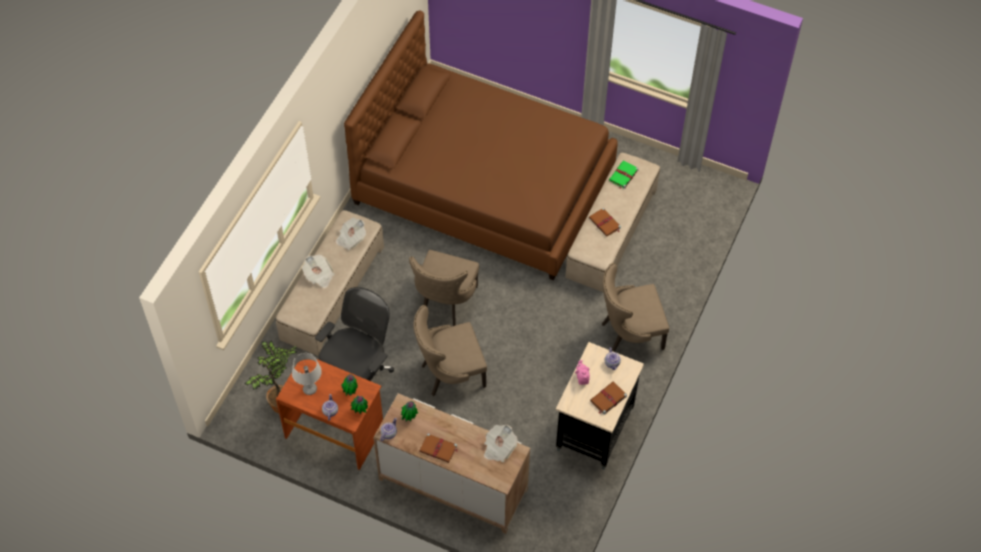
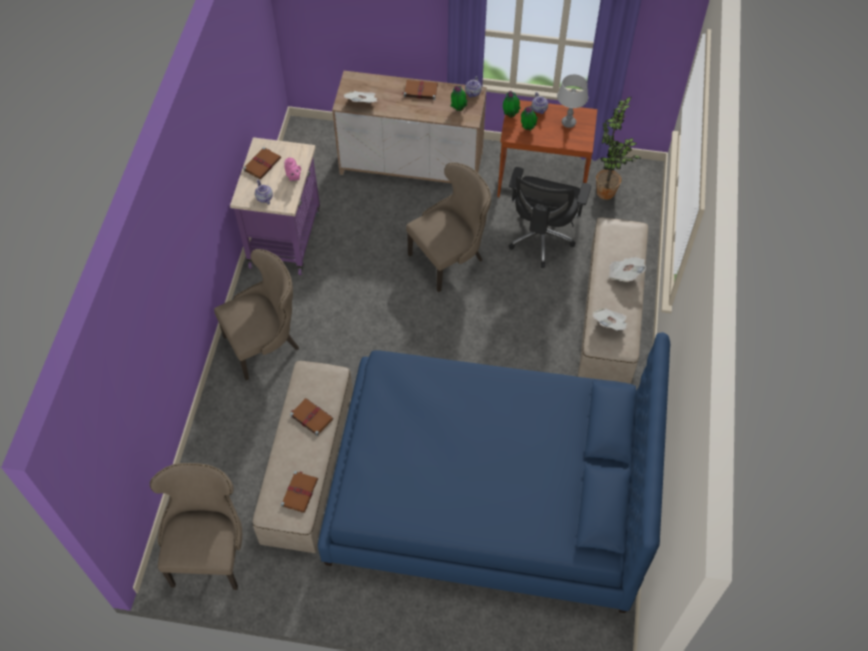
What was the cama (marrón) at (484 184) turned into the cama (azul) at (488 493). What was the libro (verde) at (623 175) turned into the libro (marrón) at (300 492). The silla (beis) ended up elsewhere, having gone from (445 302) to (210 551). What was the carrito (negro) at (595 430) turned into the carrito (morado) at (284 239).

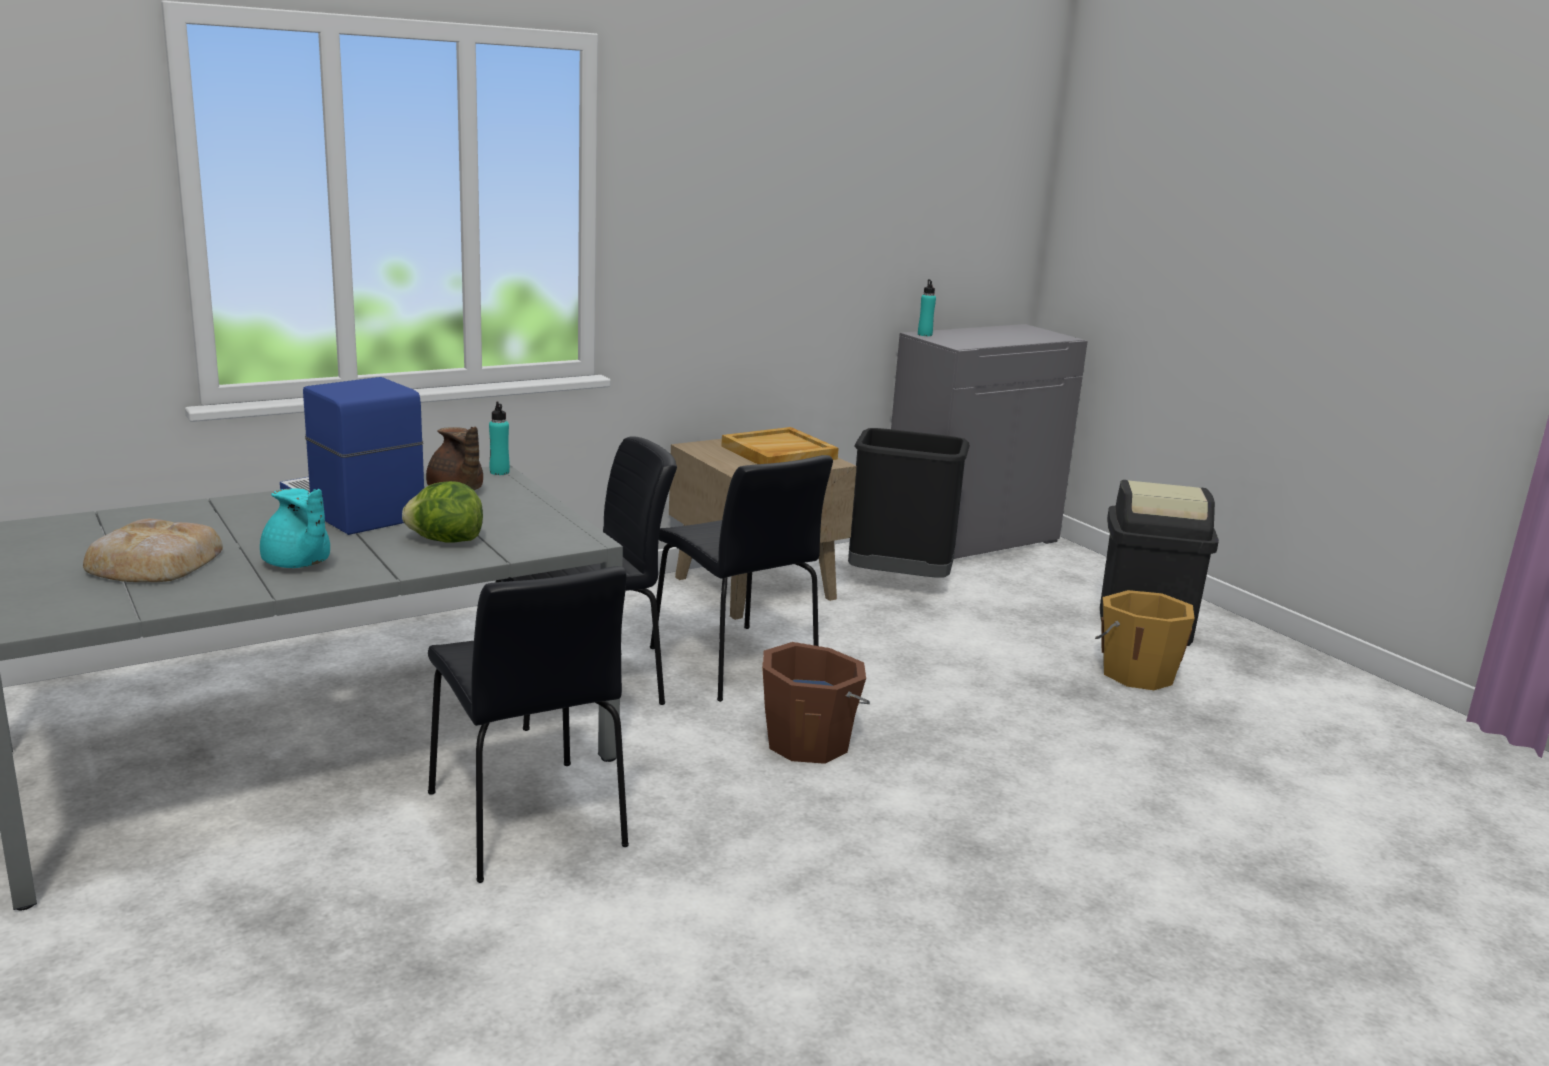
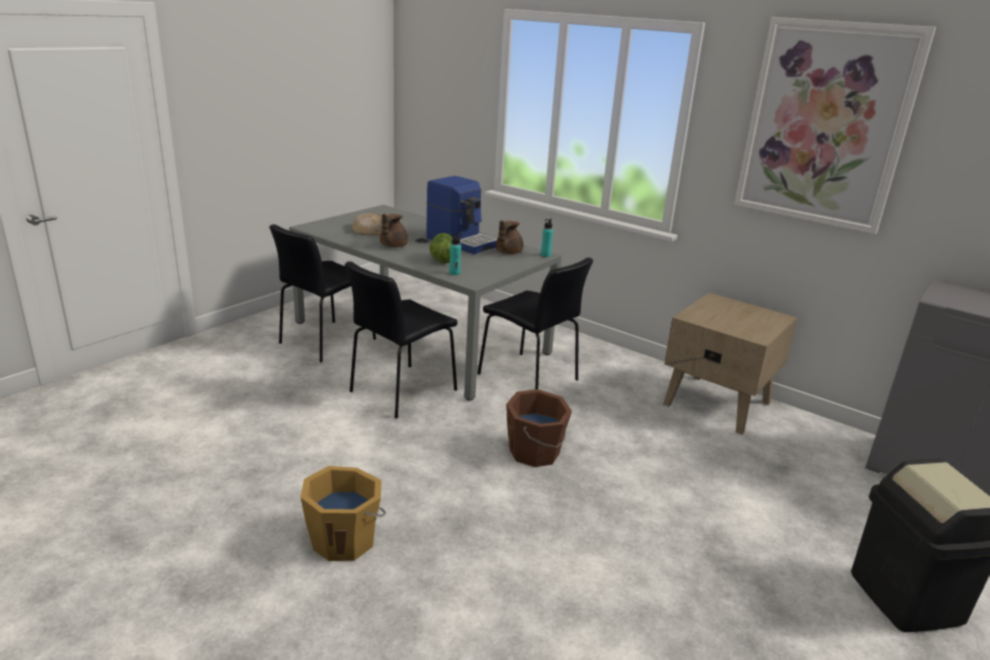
The botella (turquesa) ended up elsewhere, having gone from (924 334) to (454 273). The cafetera at (351 508) ended up facing another way, 105 degrees clockwise from before. The second view lost the bandeja (beis) at (778 453). The second view lost the papelera (negro) at (900 581). The silla (negro) ended up elsewhere, having gone from (737 665) to (325 342). What was the tetera (turquesa) at (298 564) turned into the tetera (marrón) at (392 246). The cubo (naranja) ended up elsewhere, having gone from (1136 673) to (345 539). The second view gained the cuadro at (825 124).

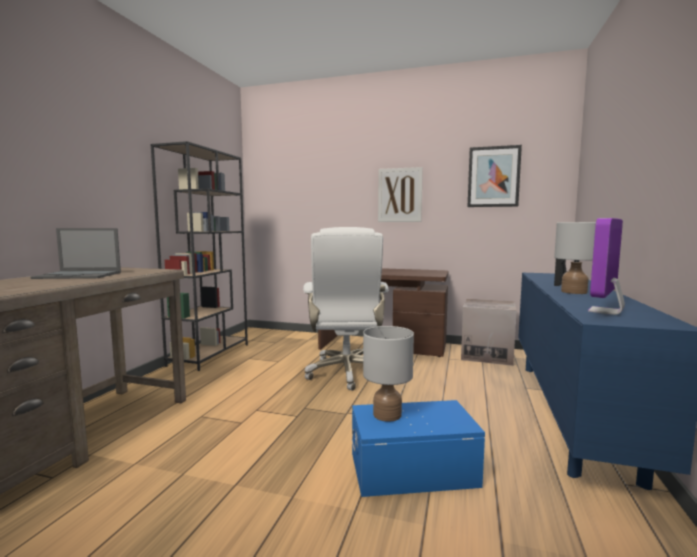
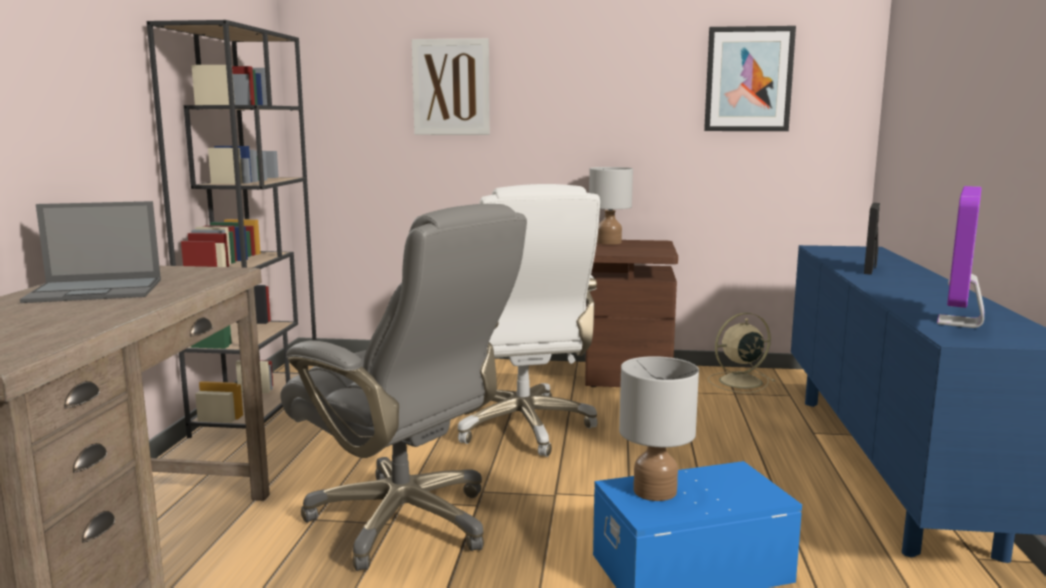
The cuadro ended up elsewhere, having gone from (400 195) to (451 87). The lámpara de mesa (gris) ended up elsewhere, having gone from (574 292) to (609 242). Where the caja de cartón stood at (487 355), the ventilador (beis) came to stand at (738 382). The second view gained the silla de oficina (gris) at (405 525).

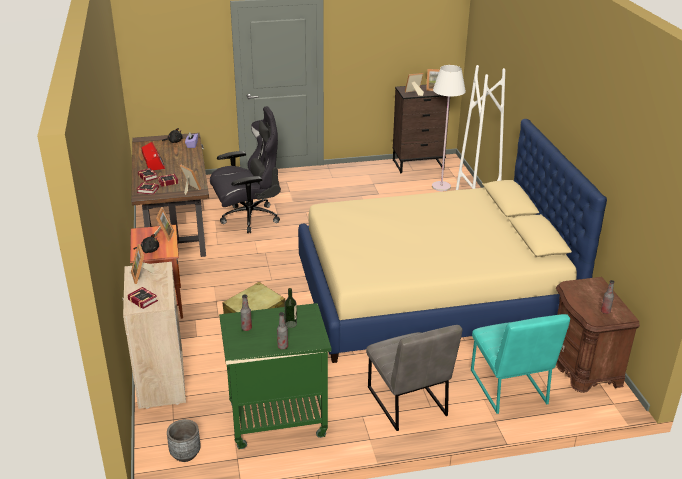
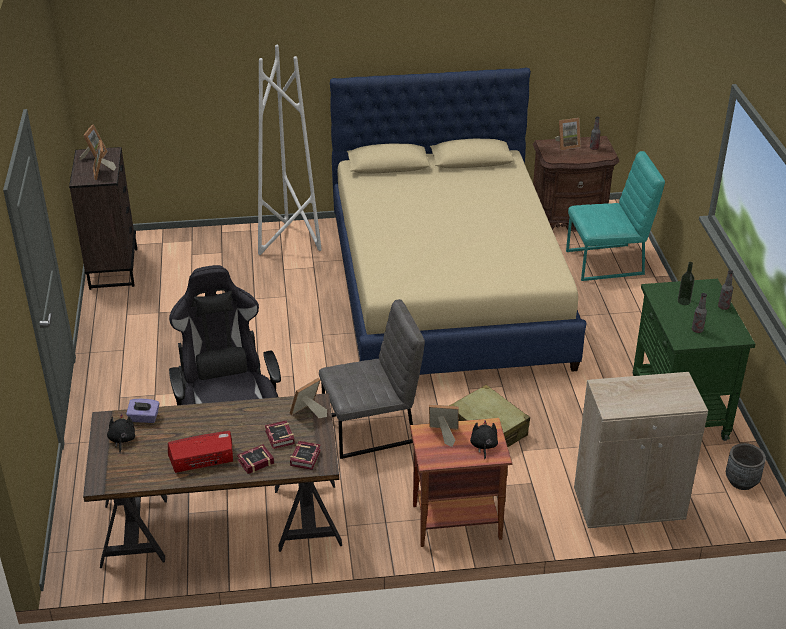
The second view lost the lámpara de pie (blanco) at (441 186). The portarretratos ended up elsewhere, having gone from (142 276) to (567 145). The second view lost the libro at (142 299). The silla (gris) ended up elsewhere, having gone from (407 403) to (371 429).

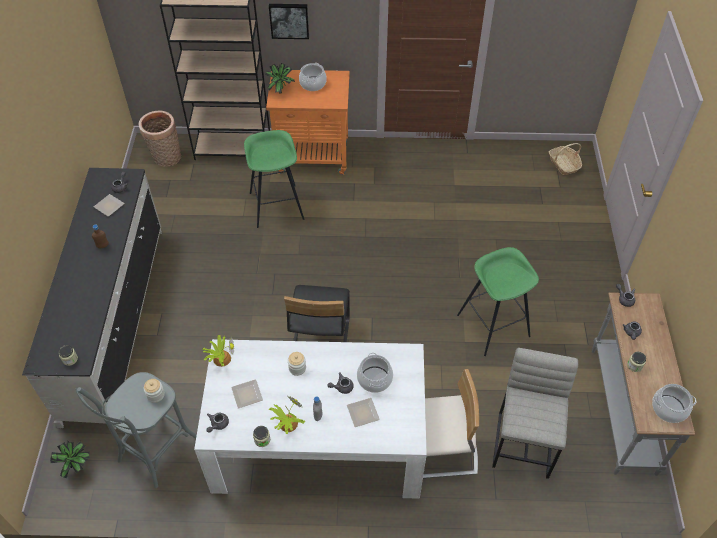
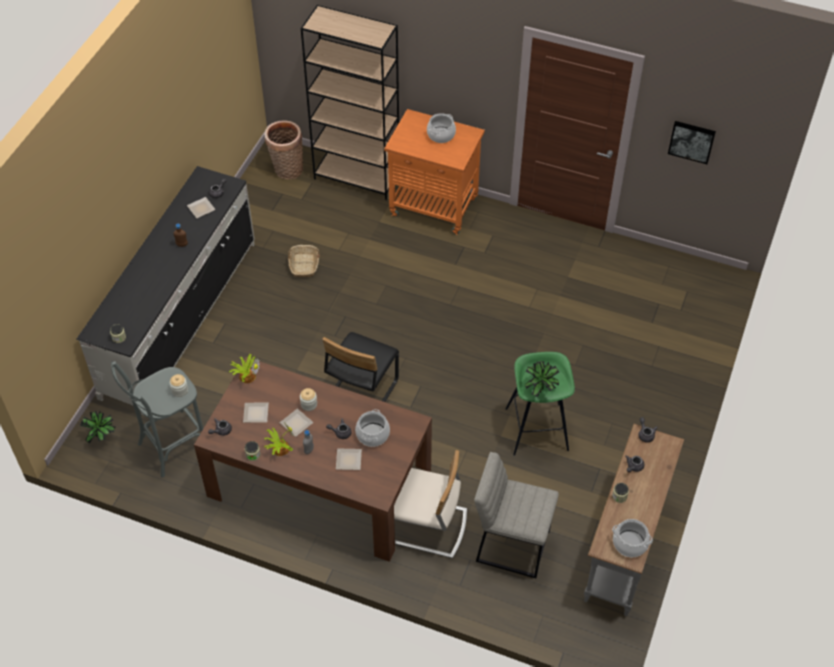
The cuadro ended up elsewhere, having gone from (289 20) to (692 141). The planta en maceta ended up elsewhere, having gone from (280 91) to (540 389). The second view lost the taburete (verde) at (277 205). The cesta ended up elsewhere, having gone from (563 164) to (304 265). What was the mesa de comedor (blanco) at (317 441) turned into the mesa de comedor (marrón) at (319 483). The silla (gris) at (523 442) ended up facing another way, 105 degrees counterclockwise from before. The second view gained the plato at (295 423).

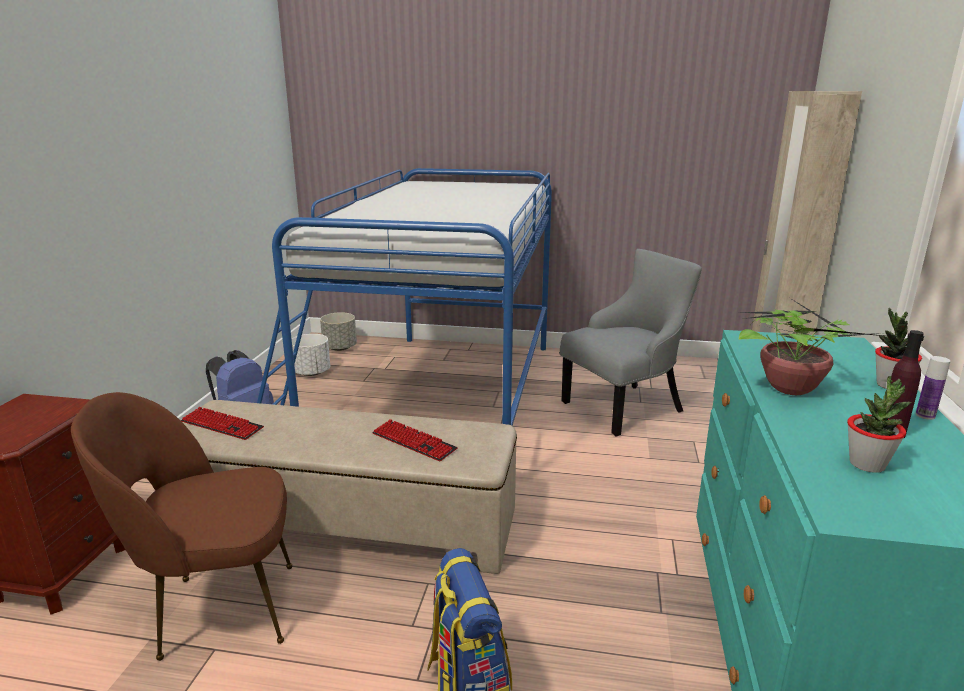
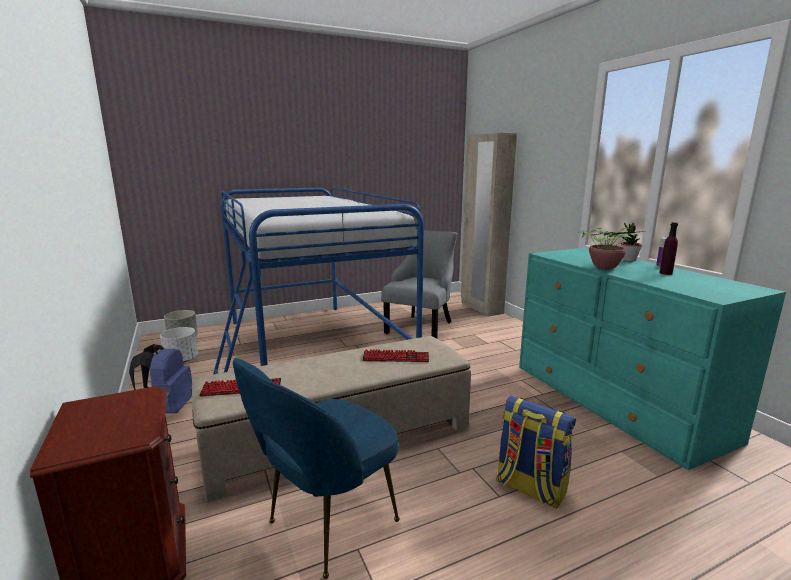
The second view lost the planta en maceta at (867 464). What was the silla (marrón) at (216 611) turned into the silla (azul) at (325 527).

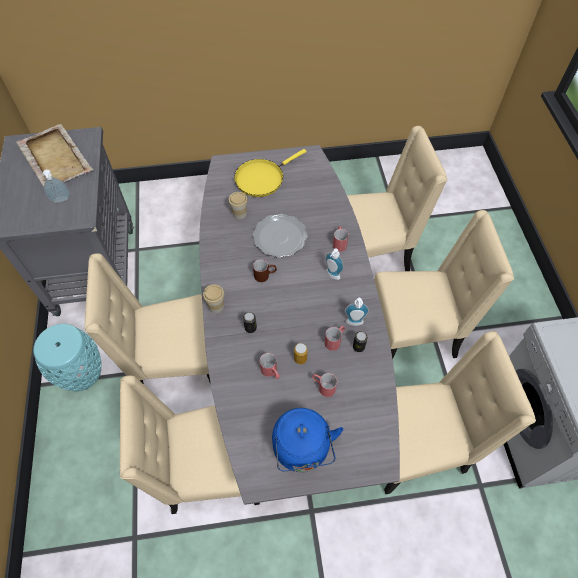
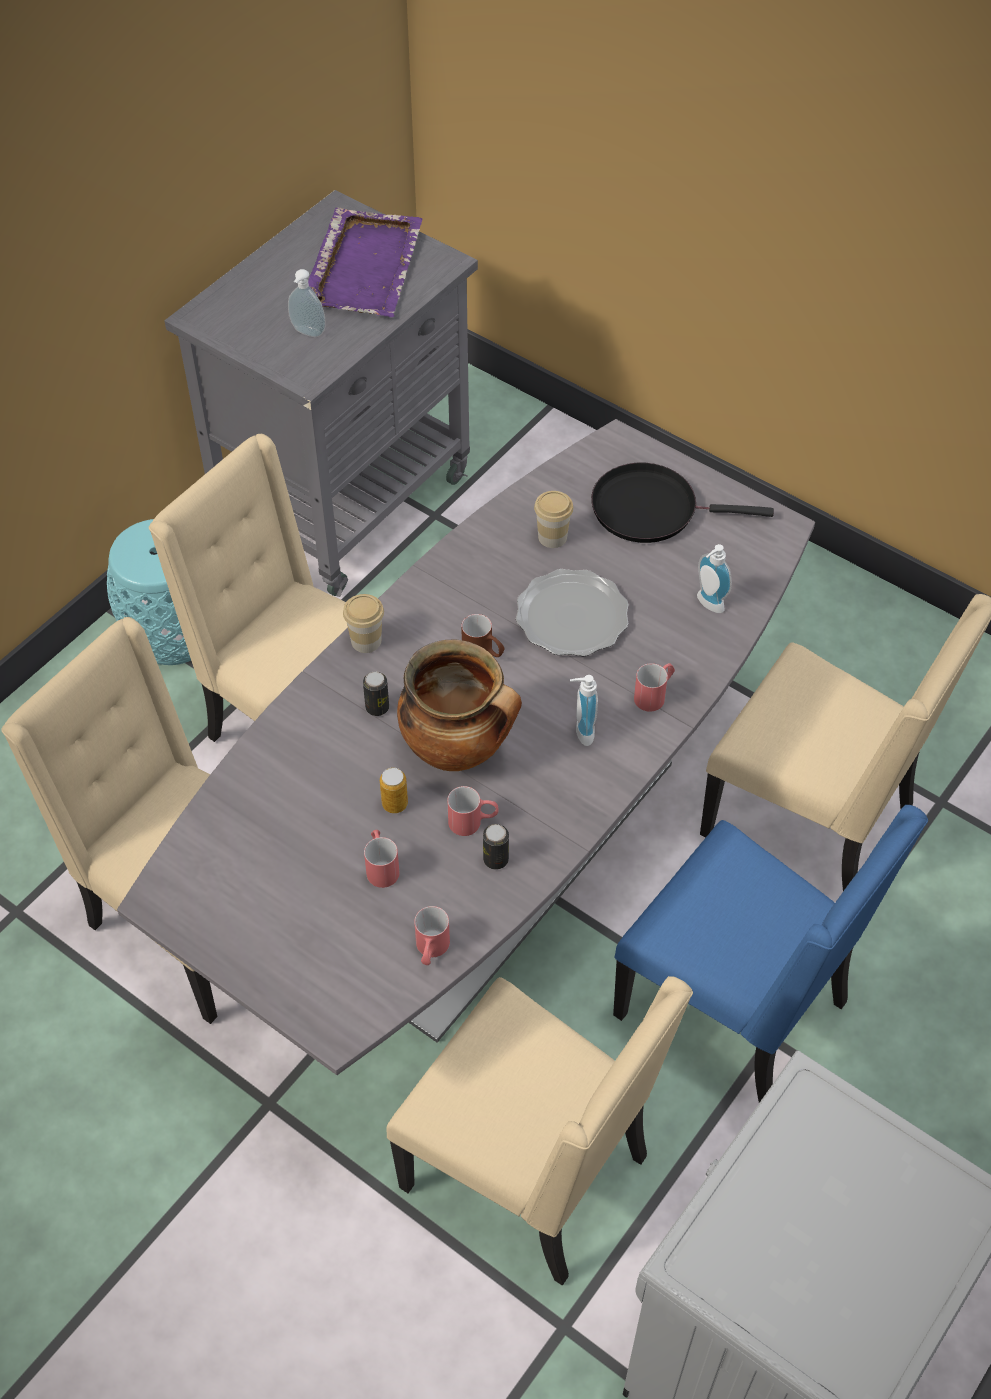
What was the bandeja (beis) at (55 158) turned into the bandeja (morado) at (364 266). What was the sartén (amarillo) at (262 178) turned into the sartén (negro) at (651 509). What was the silla (beis) at (414 334) turned into the silla (azul) at (737 1009). The dispensador de jabón ended up elsewhere, having gone from (354 323) to (707 605). The taza grande (rojo) ended up elsewhere, having gone from (271 372) to (431 950). The second view lost the hervidor (azul) at (302 450). The second view gained the olla at (459 749).

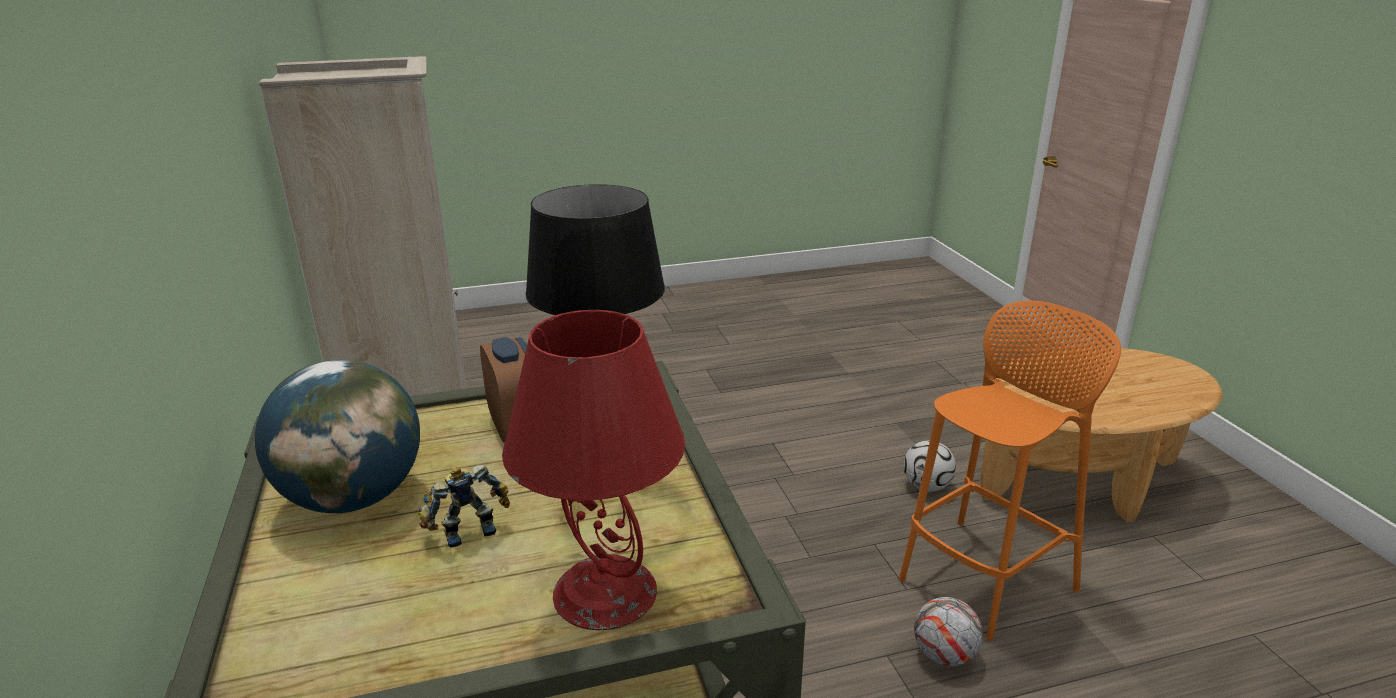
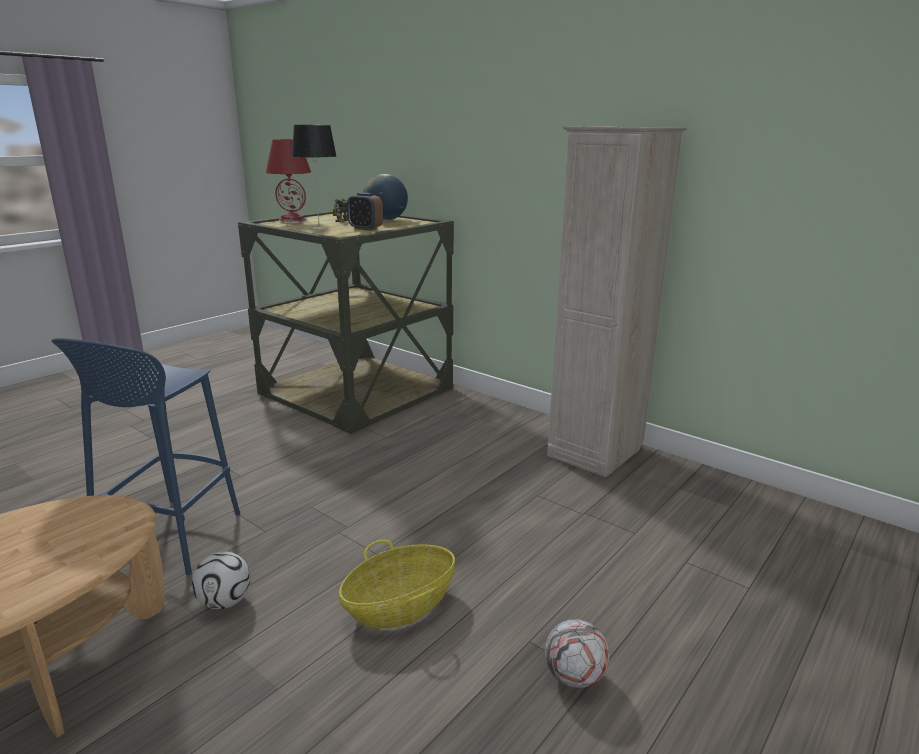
What was the taburete (naranja) at (984 579) turned into the taburete (azul) at (171 536). The balón de fútbol ended up elsewhere, having gone from (943 655) to (574 677). The second view gained the cesta at (400 606).

